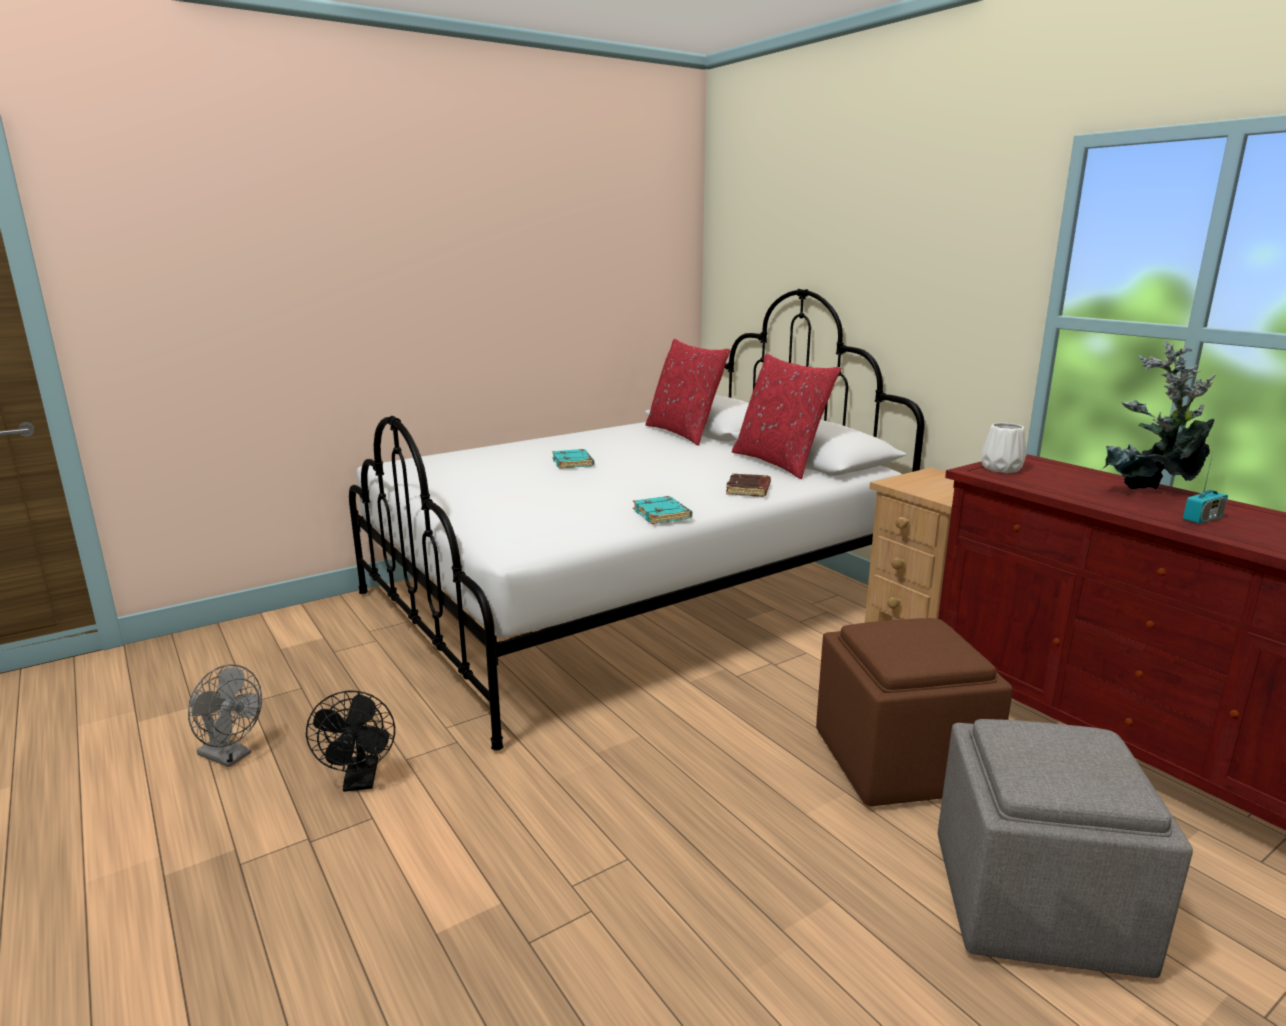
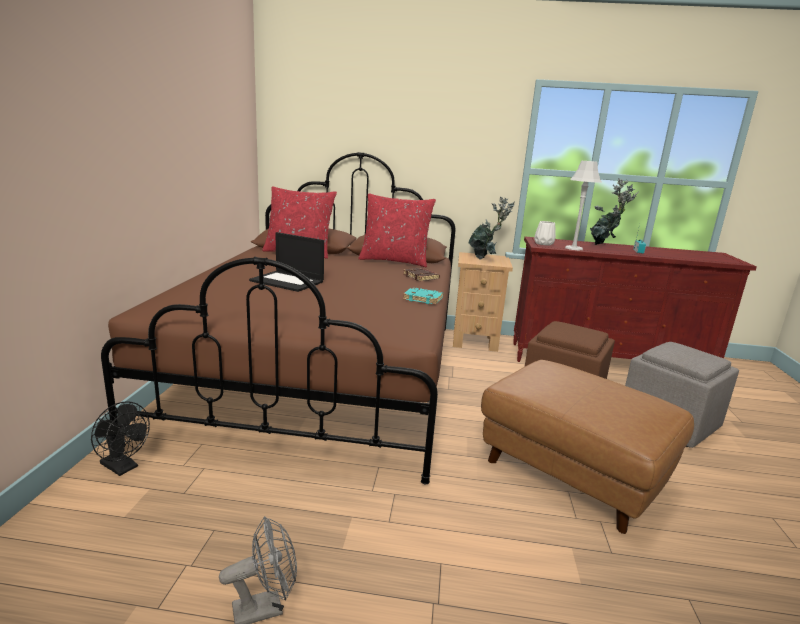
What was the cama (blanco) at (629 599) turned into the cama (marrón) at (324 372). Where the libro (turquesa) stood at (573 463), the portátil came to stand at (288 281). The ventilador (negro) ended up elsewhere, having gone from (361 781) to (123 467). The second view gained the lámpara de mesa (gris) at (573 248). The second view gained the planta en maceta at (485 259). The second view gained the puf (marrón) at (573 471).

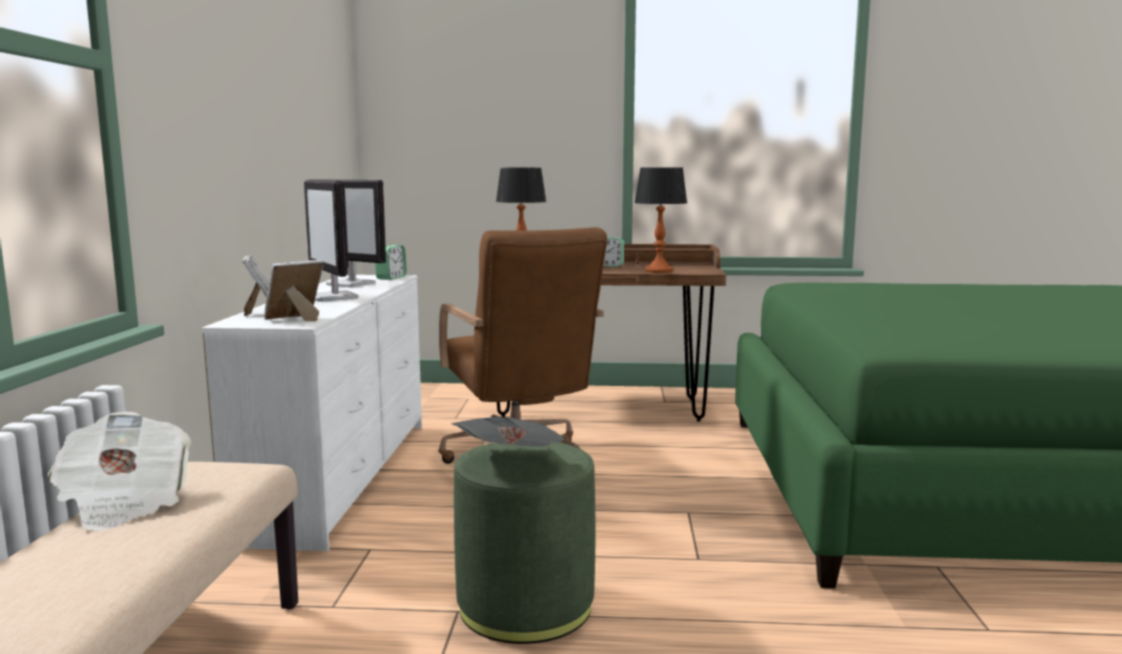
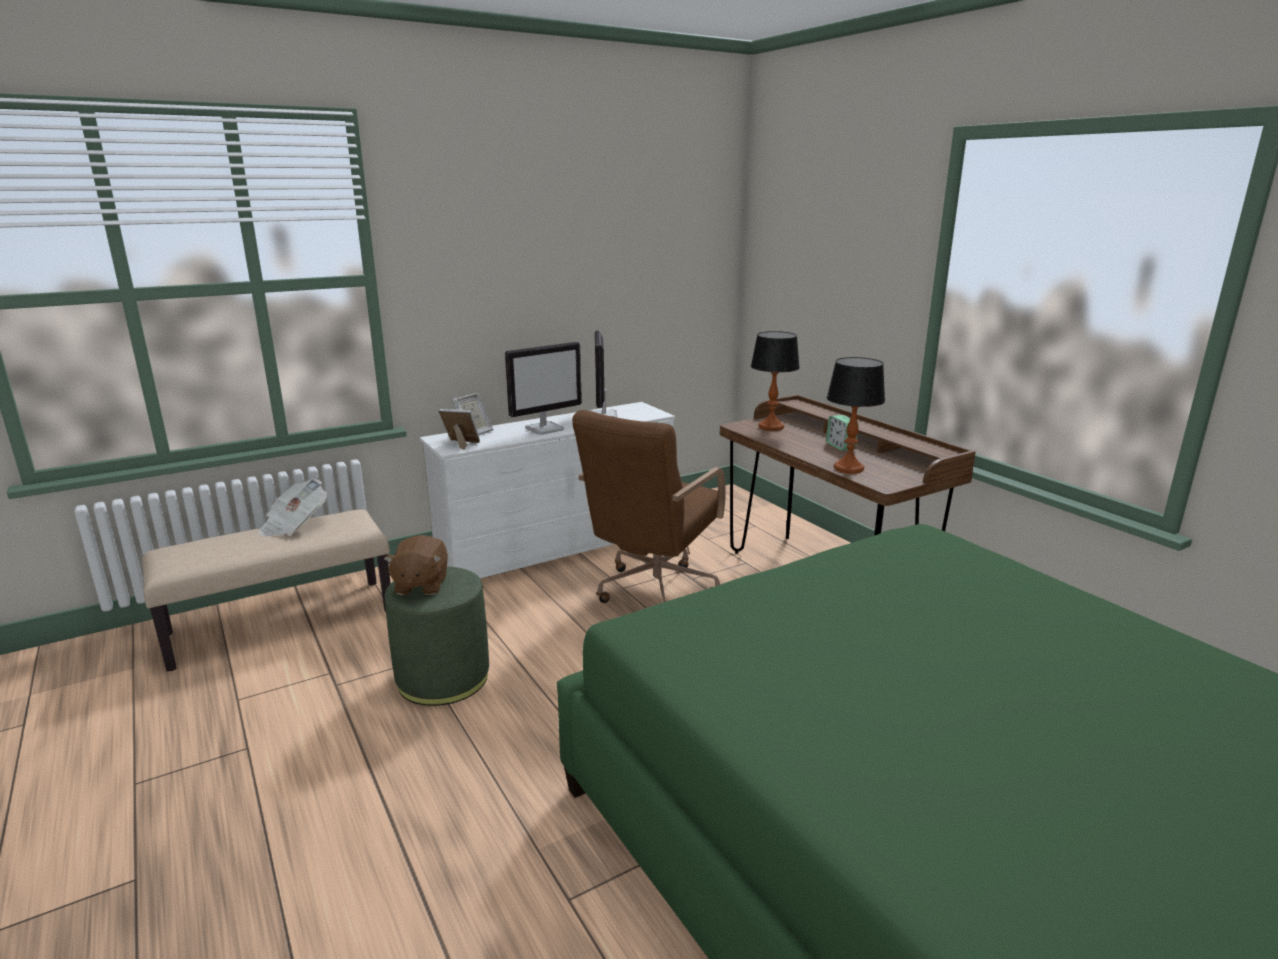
The monitor at (333 298) ended up facing another way, 150 degrees counterclockwise from before. The second view lost the despertador at (391 278). Where the periódico stood at (512 463), the peluche (marrón) came to stand at (420 585).

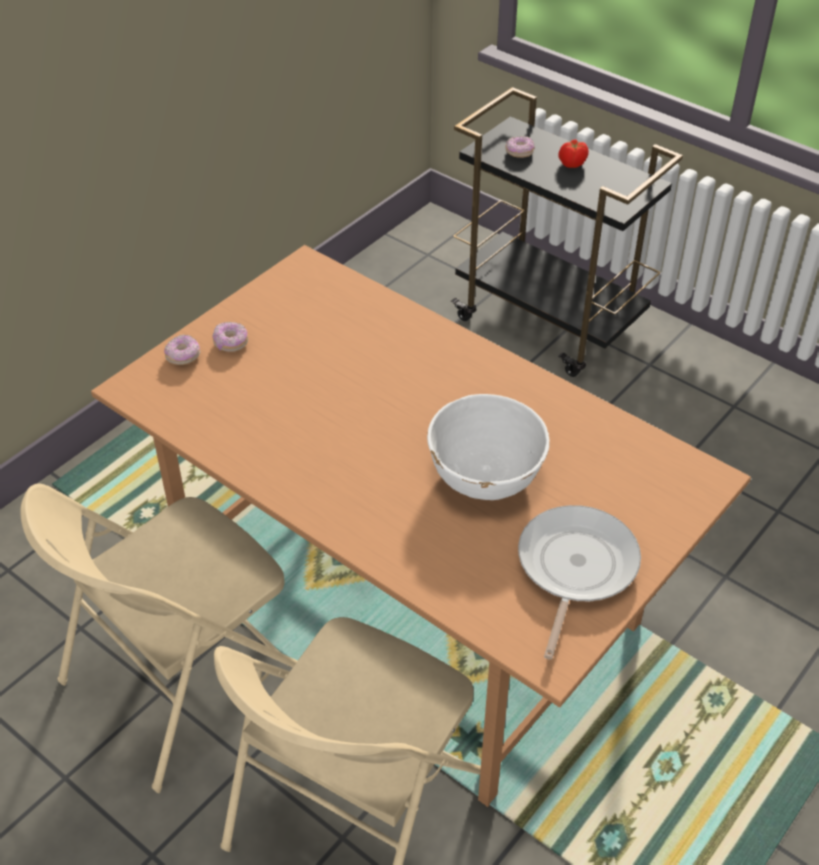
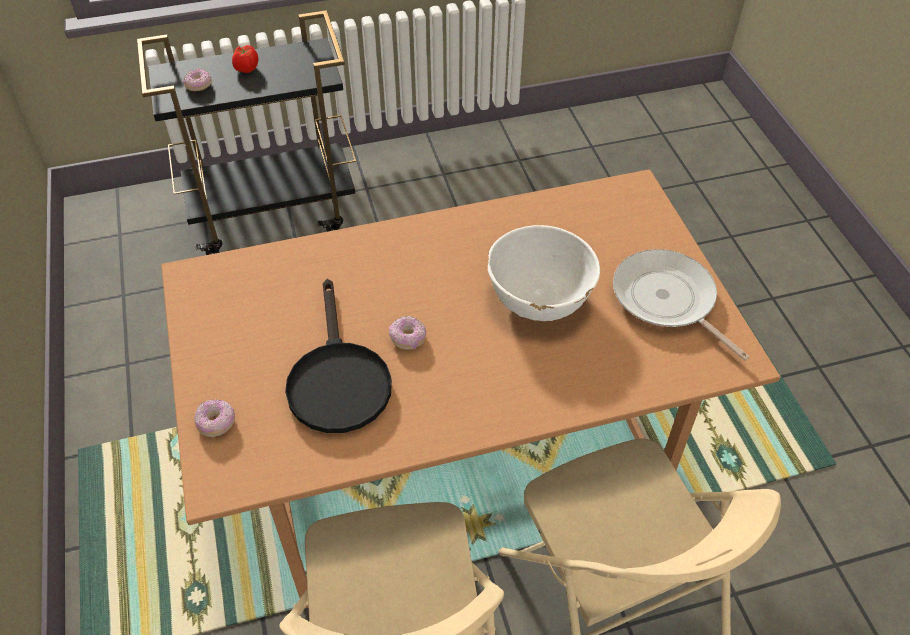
The rosquilla ended up elsewhere, having gone from (231 343) to (408 338). The second view gained the sartén (negro) at (337 379).

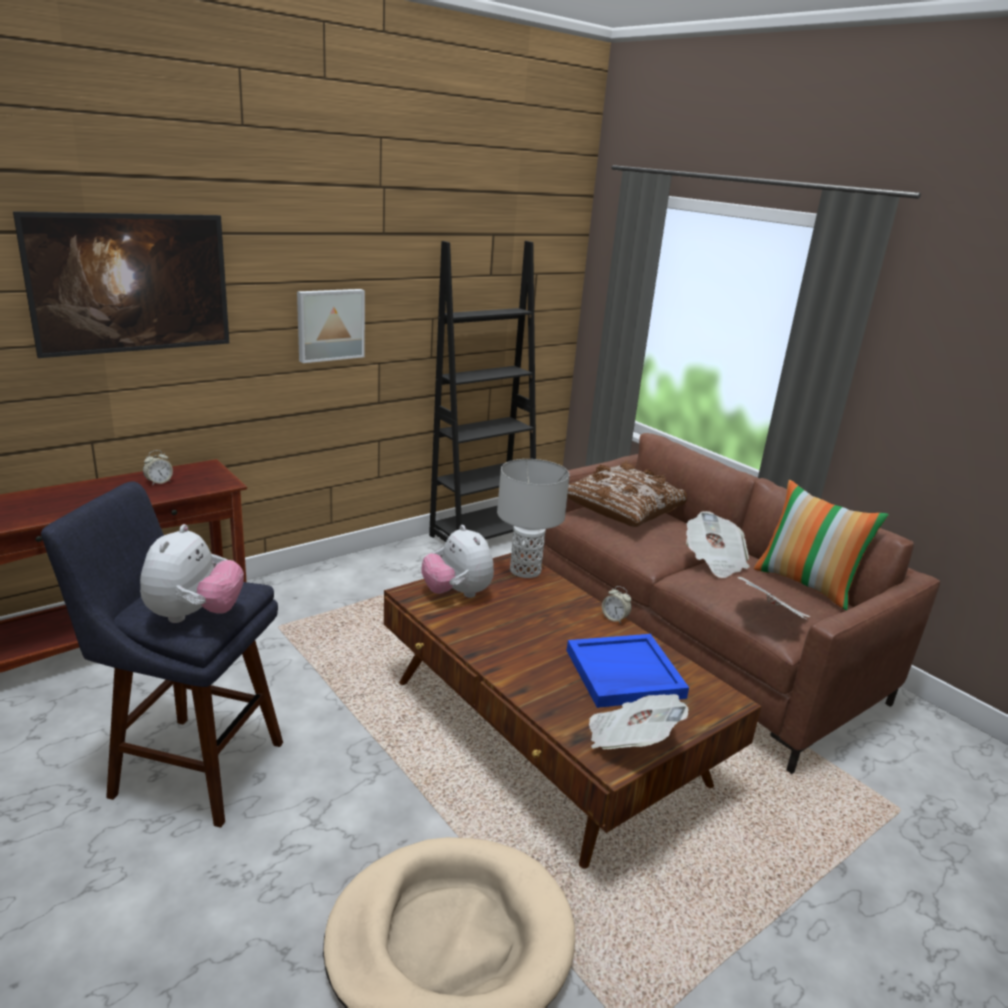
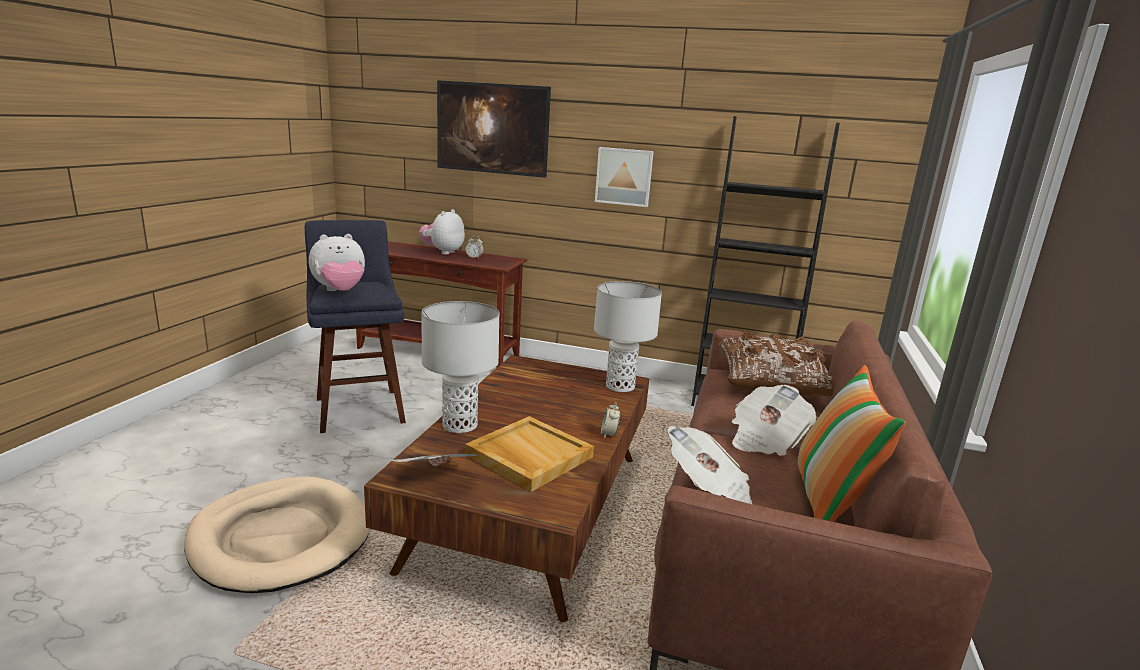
The peluche ended up elsewhere, having gone from (457 593) to (442 252). What was the bandeja (azul) at (623 674) turned into the bandeja (beis) at (528 456). The second view gained the lámpara de mesa (blanco) at (460 425).

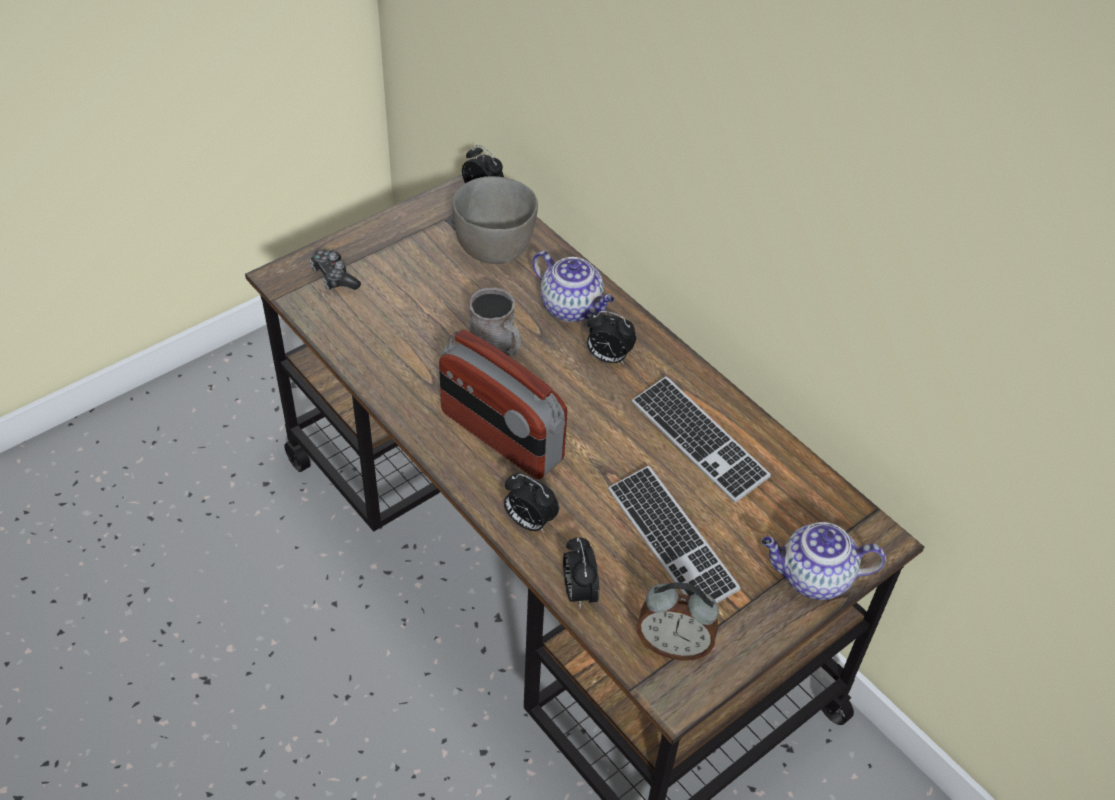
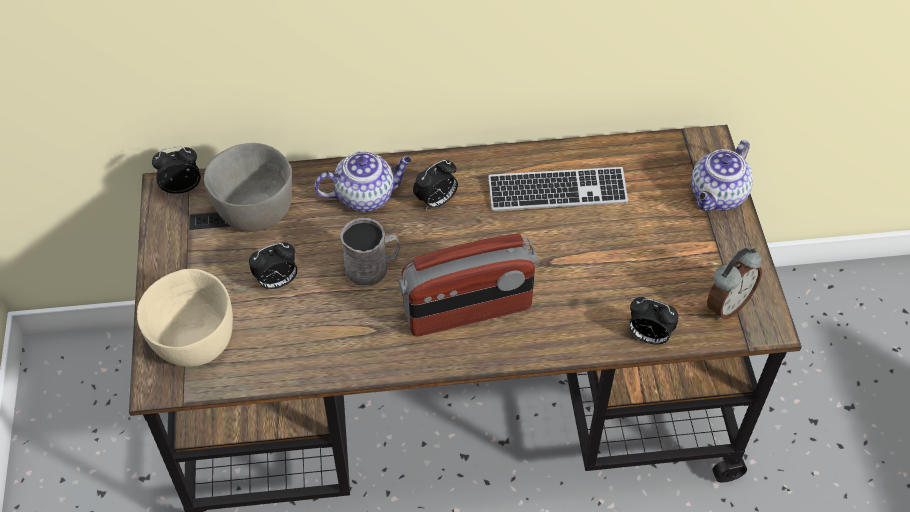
Where the mando de consola stood at (334 277), the cuenco (beis) came to stand at (193 343). The second view lost the teclado at (671 540). The despertador ended up elsewhere, having gone from (528 522) to (277 282).

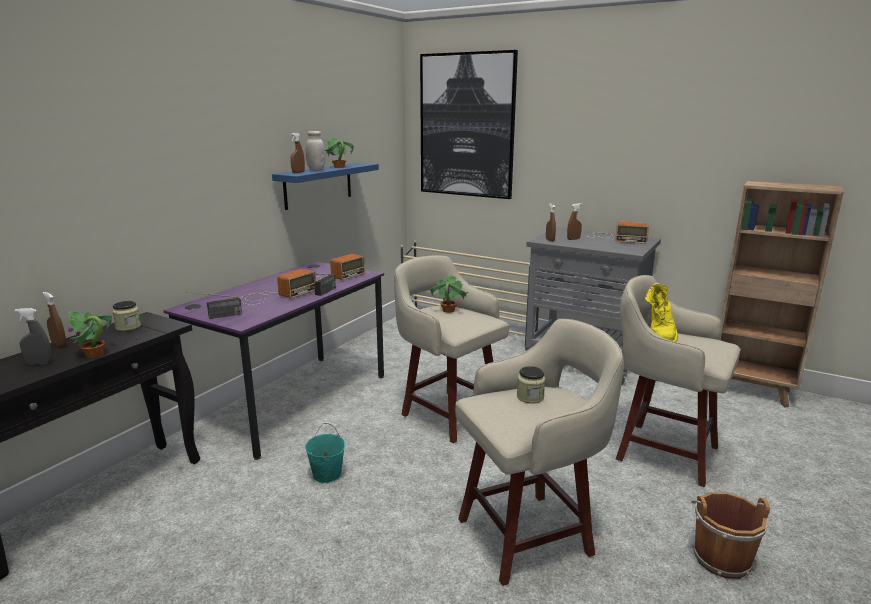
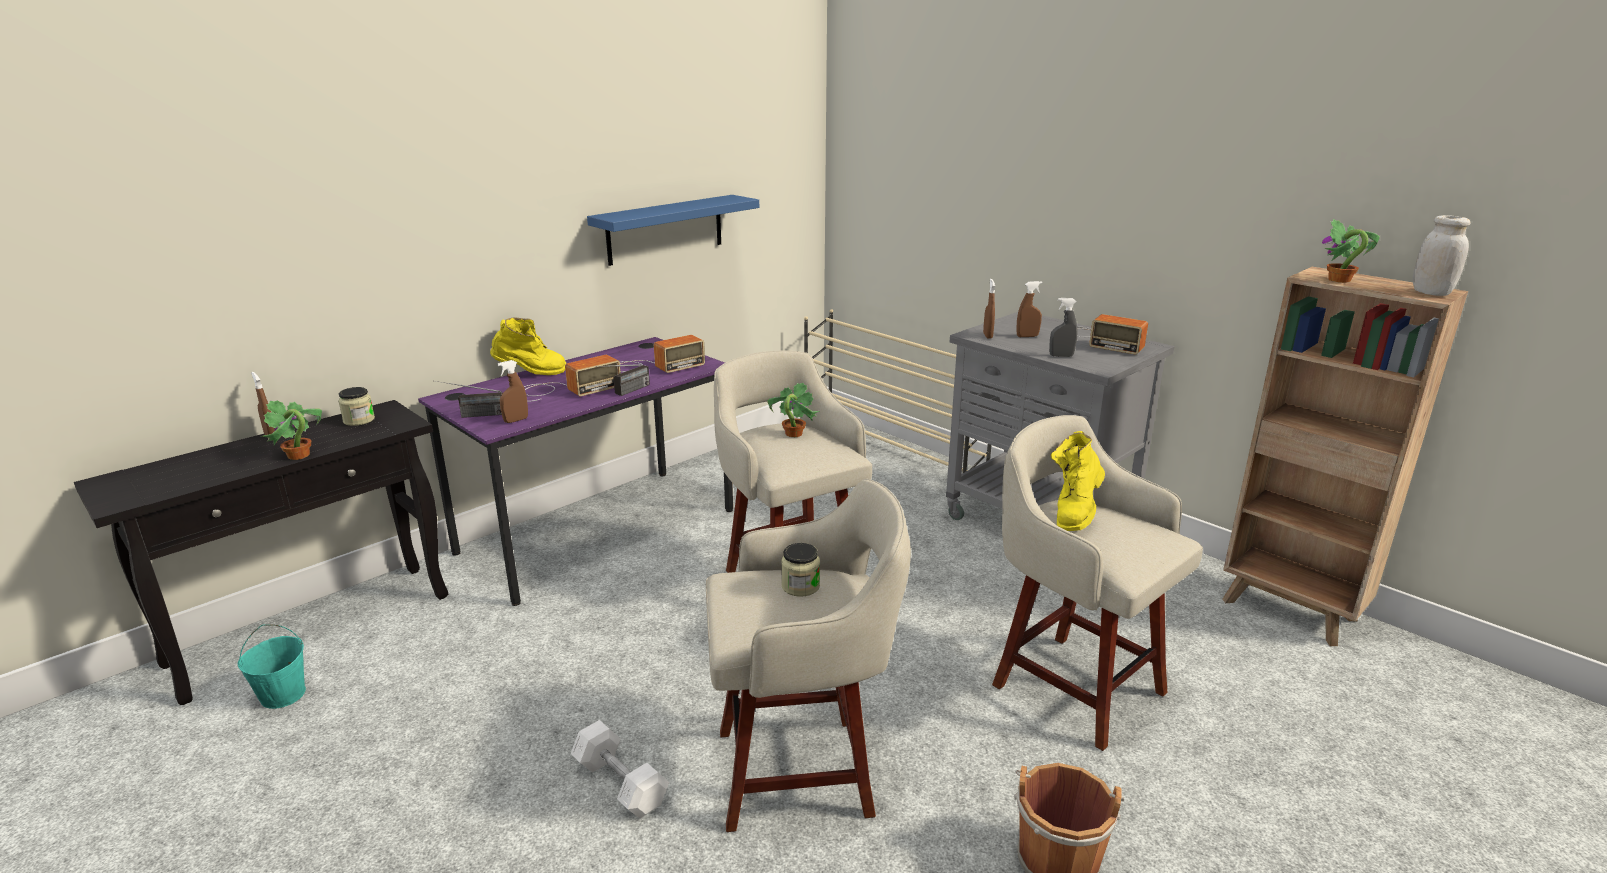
The second view lost the cuadro at (466 126). The tarro (blanco) ended up elsewhere, having gone from (316 170) to (1431 293). The pulverizador (marrón) ended up elsewhere, having gone from (298 172) to (516 420). The planta en maceta ended up elsewhere, having gone from (339 167) to (1339 280). The pulverizador (gris) ended up elsewhere, having gone from (39 363) to (1061 356). The cubo (turquesa) ended up elsewhere, having gone from (326 474) to (283 695). The second view gained the bota (amarillo) at (531 374). The second view gained the mancuerna (blanco) at (620 783).

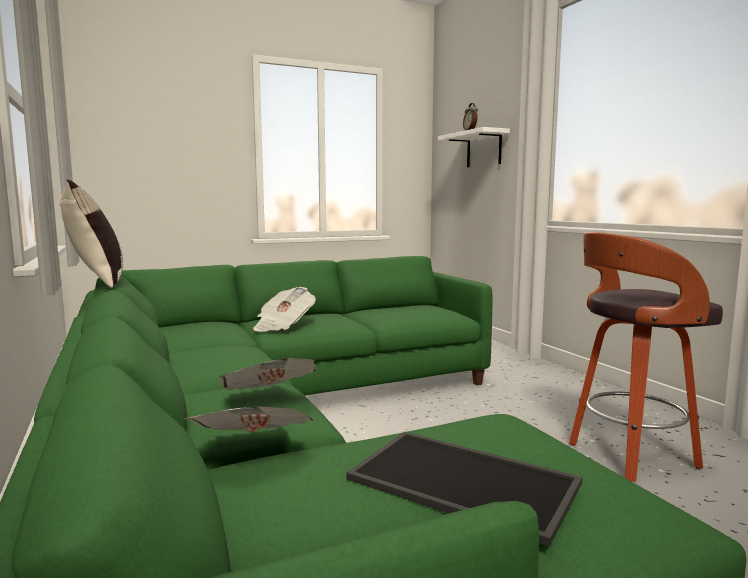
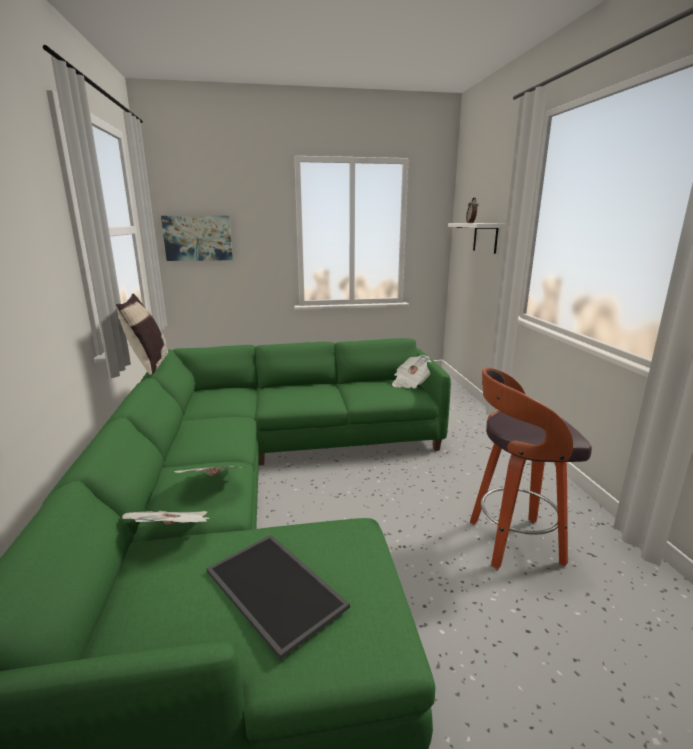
The periódico ended up elsewhere, having gone from (283 326) to (411 383). The second view gained the cuadro at (198 238).

